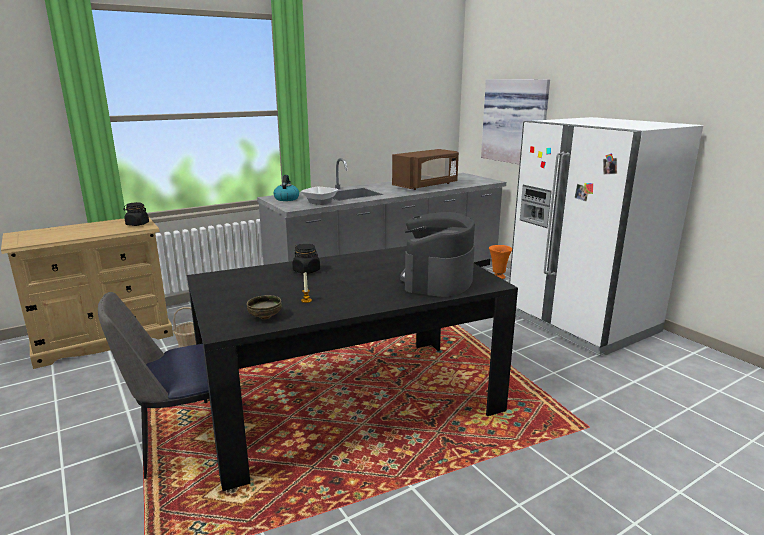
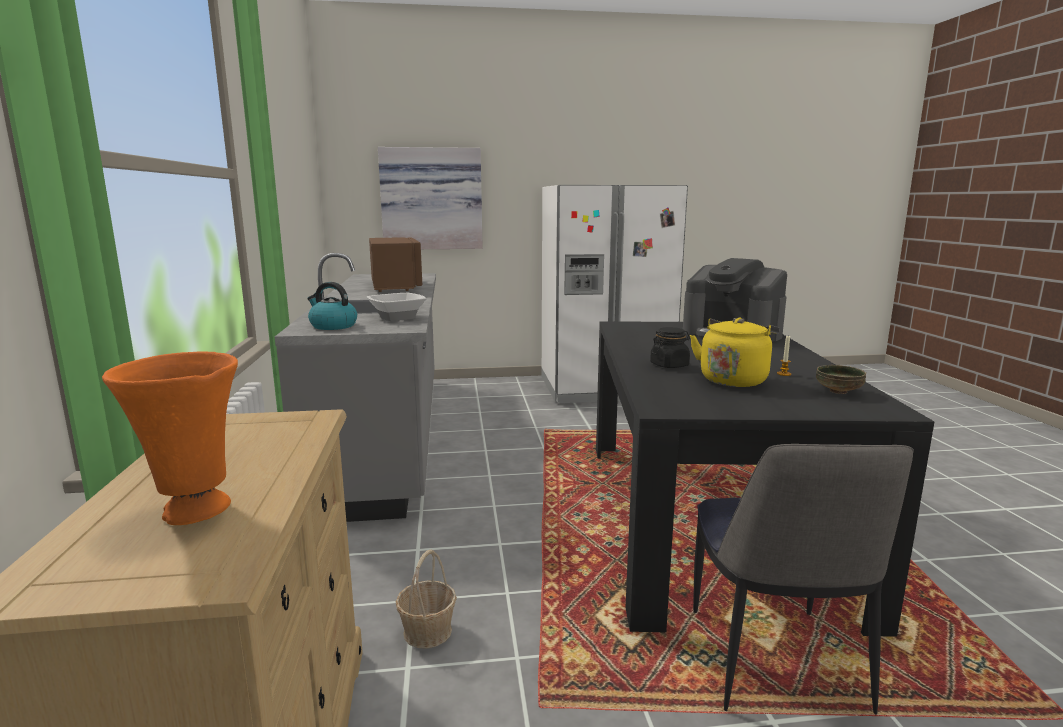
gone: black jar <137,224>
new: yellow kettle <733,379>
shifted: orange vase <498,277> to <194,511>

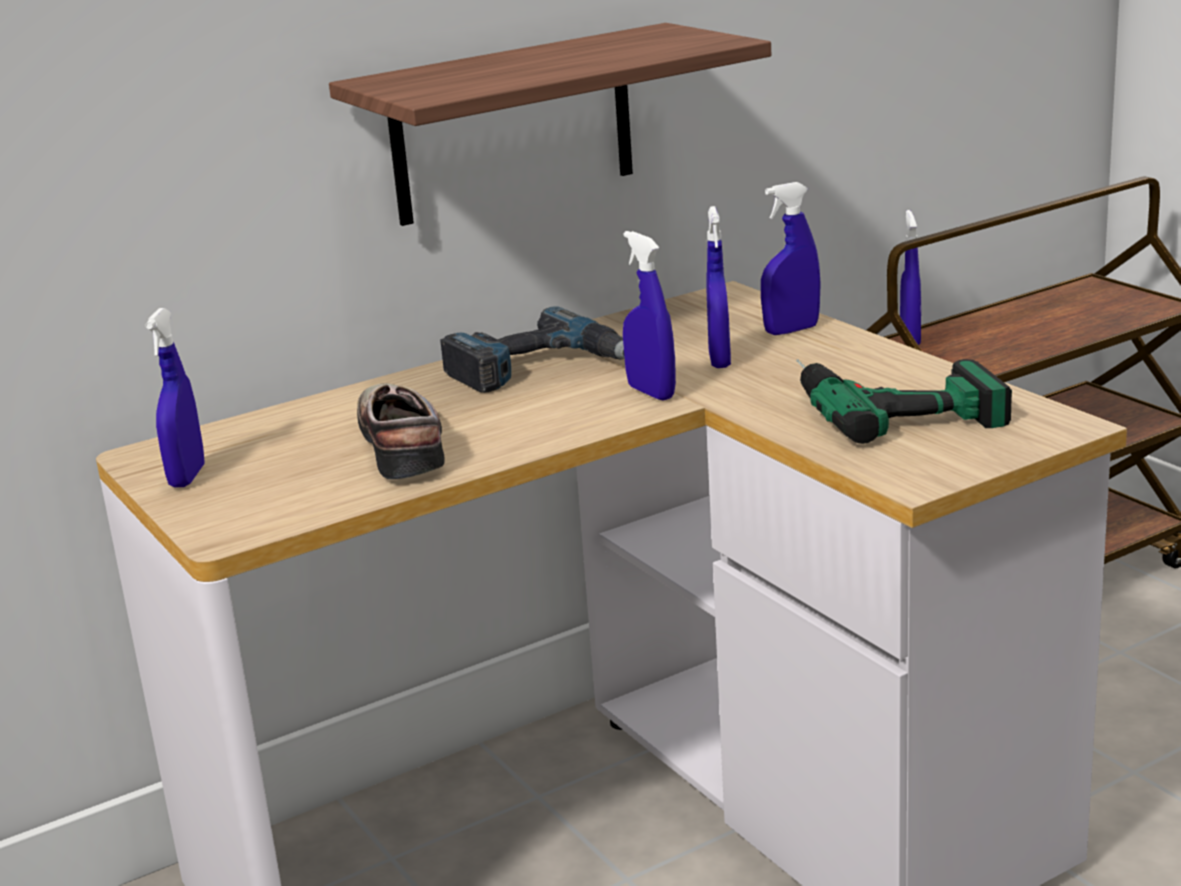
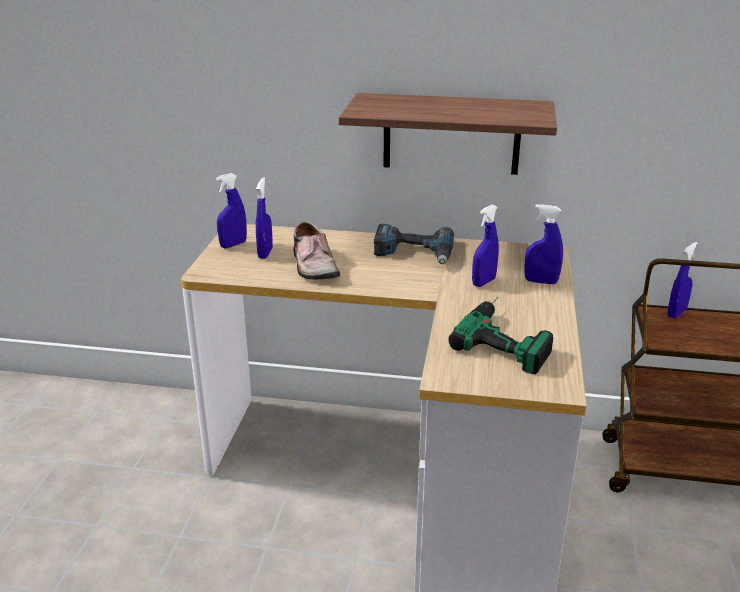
shifted: blue spray bottle <651,392> to <265,253>
rotated: shoe <408,445> = <312,265> 135 degrees clockwise

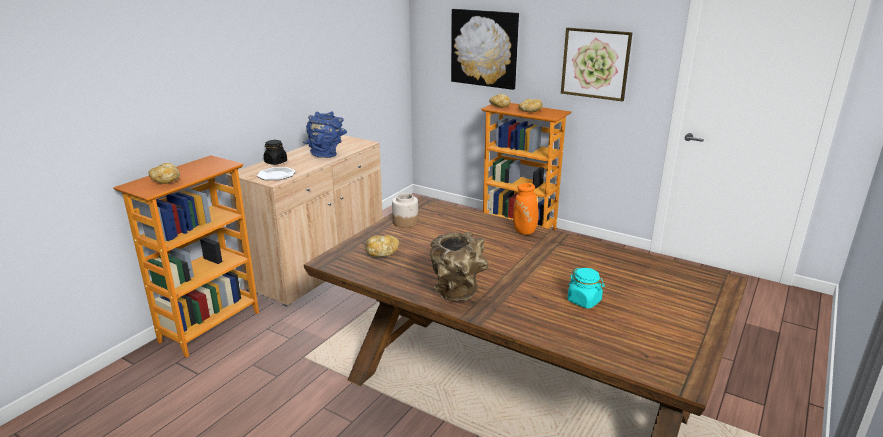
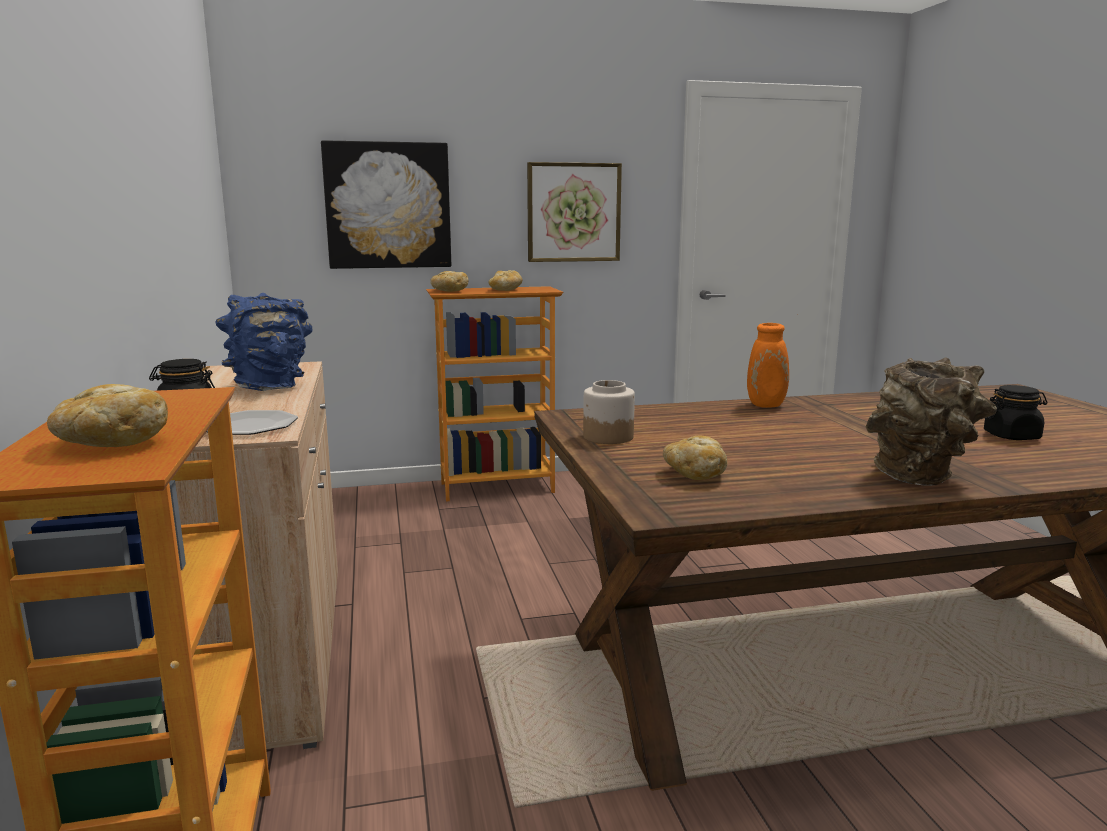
repainted: turquoise jar <584,301> to black jar <1012,436>

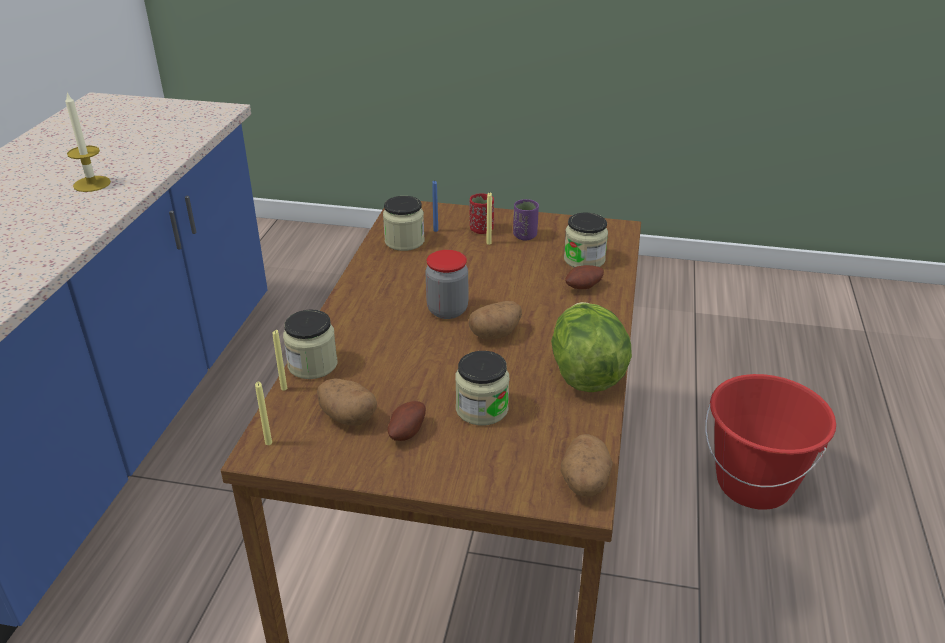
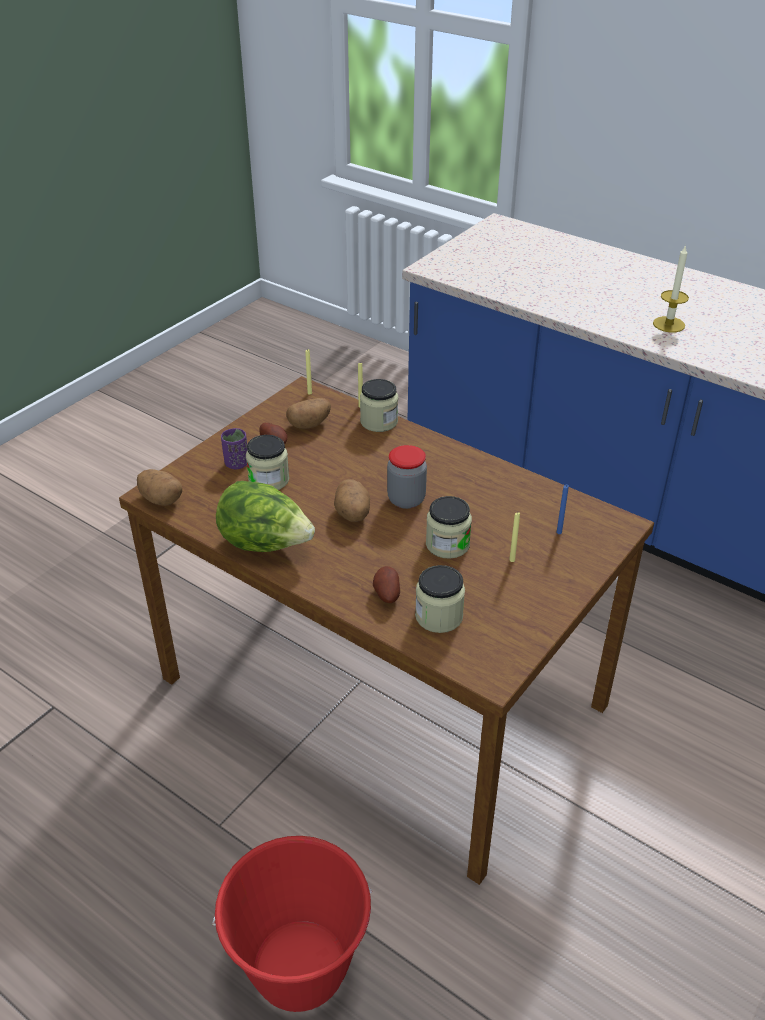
gone: red cup <481,229>
shifted: jar <404,241> to <447,544>; purple cup <525,236> to <236,464>

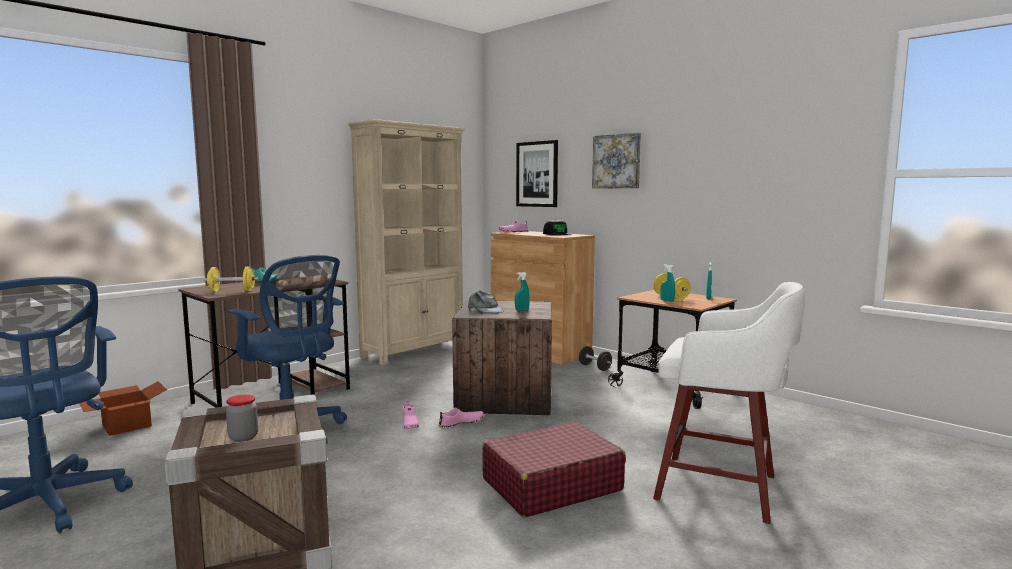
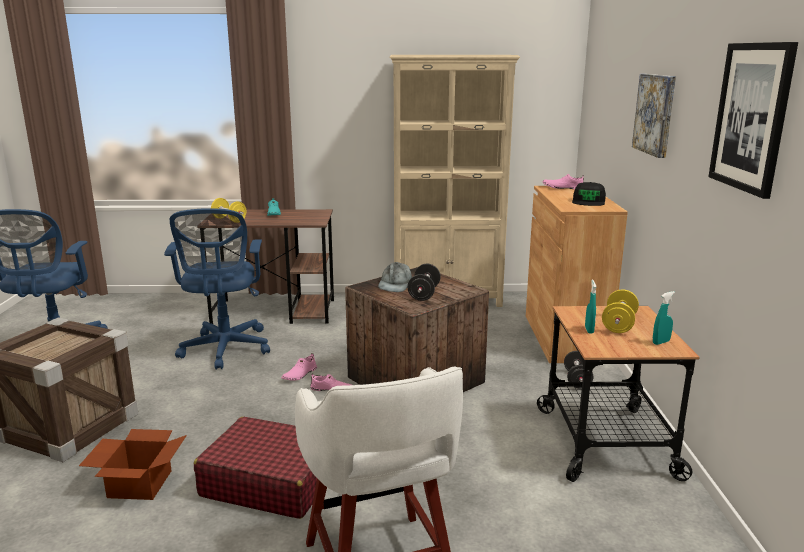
gone: jar <243,437>
shifted: picture <537,174> to <751,117>; cardboard box <125,425> to <139,483>
swapped: turquoise spray bottle <522,310> to black dumbbell <424,294>

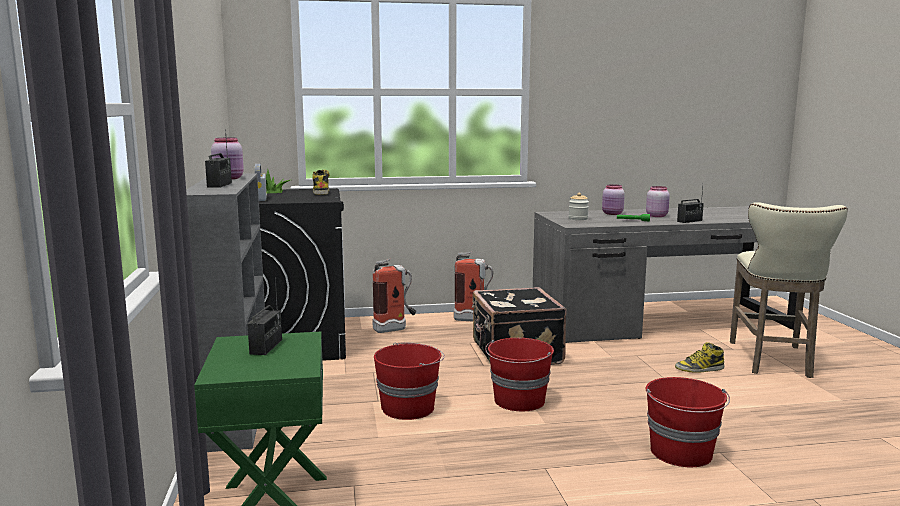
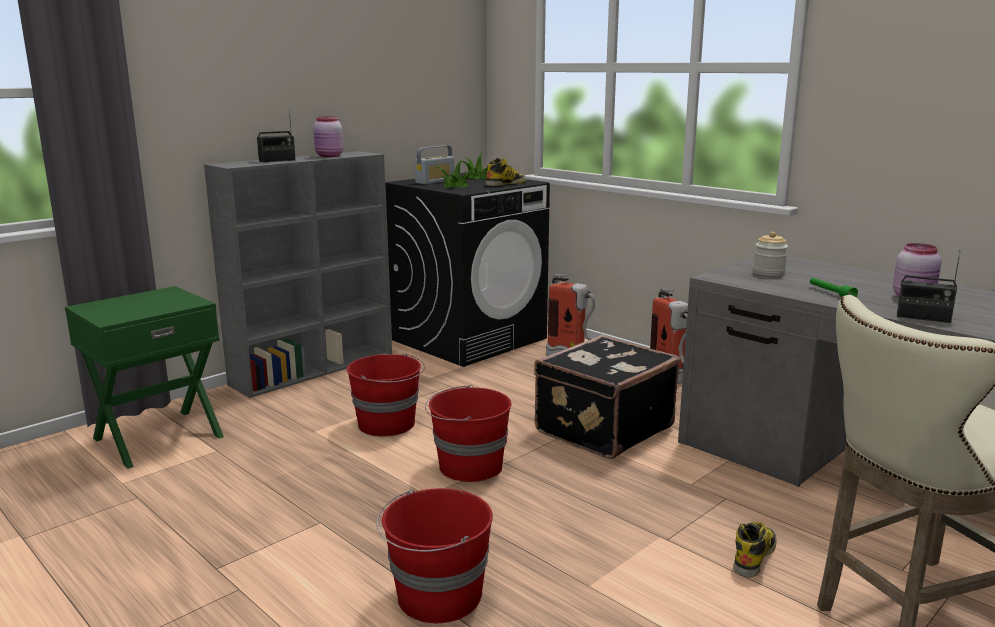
gone: pink jar <612,214>; radio <266,347>
new: potted plant <456,185>
rotated: boot <699,369> = <754,556> 75 degrees clockwise

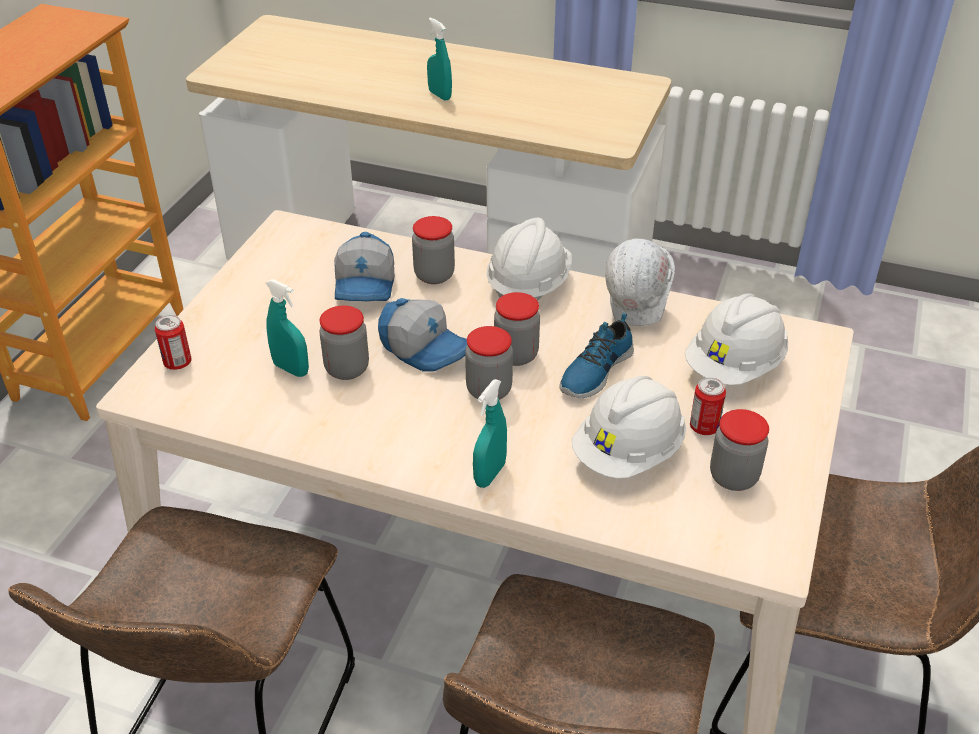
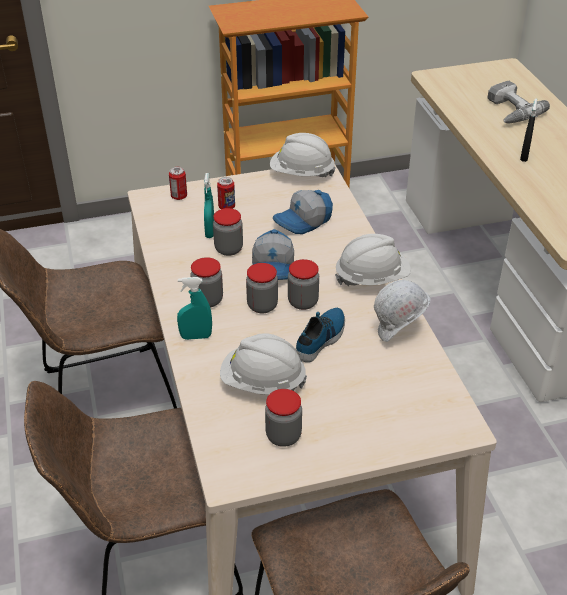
new: power drill <508,111>
shifted: jar <434,275> to <208,300>; white hard hat <734,366> to <301,174>; can <704,427> to <226,207>
repainted: turquoise spray bottle <440,95> to black spray bottle <524,156>
rotated: shoe <594,370> = <321,338> 120 degrees clockwise

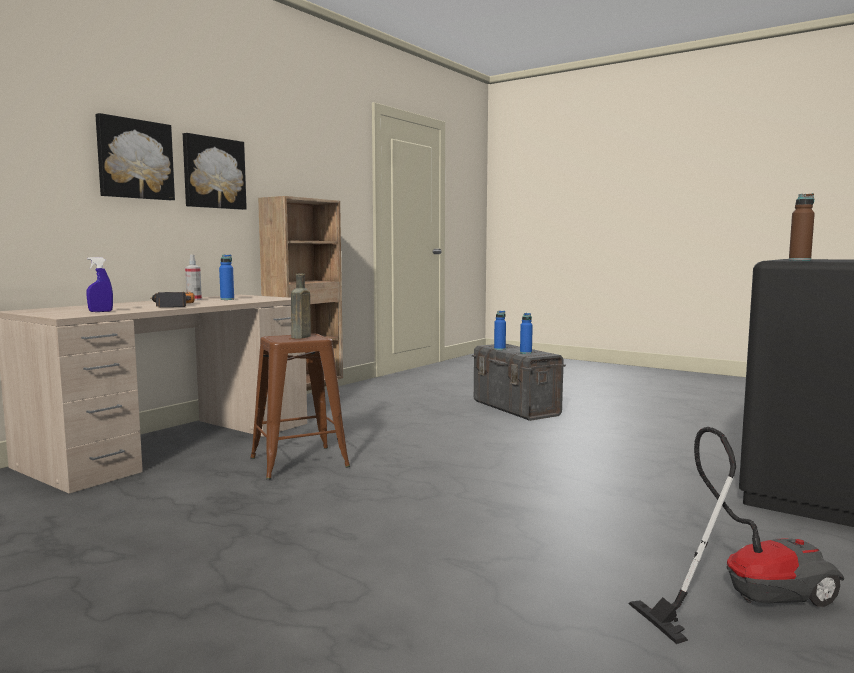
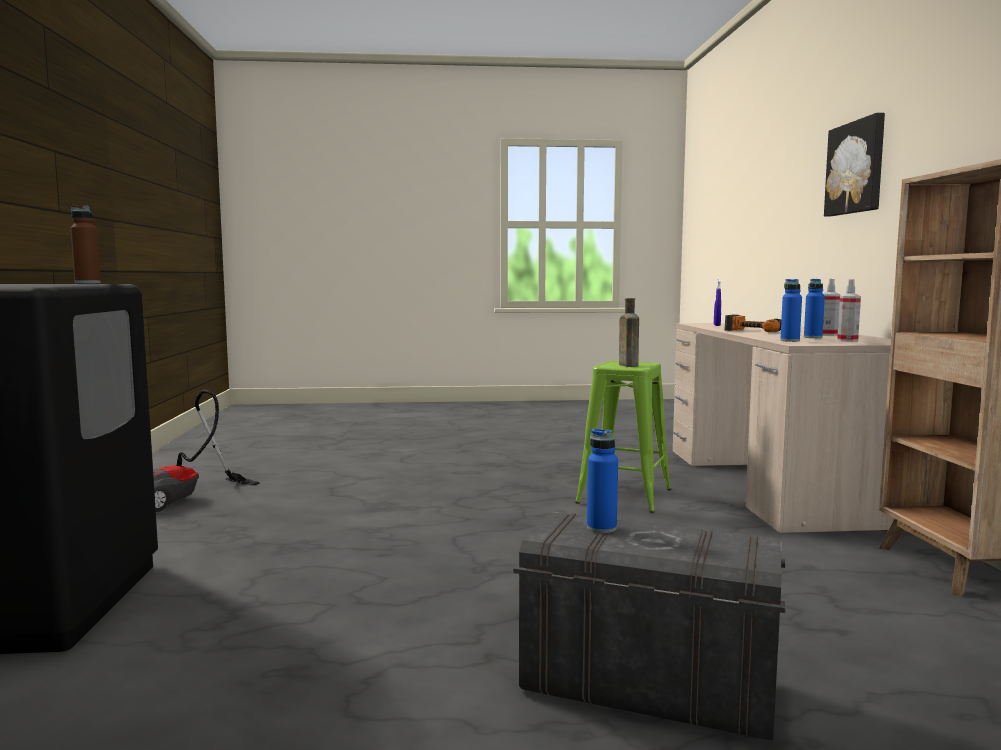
gone: picture <213,173>
new: spray bottle <847,340>
shifted: blue bottle <499,349> to <790,340>
repainted: brown stool <300,462> to green stool <624,496>

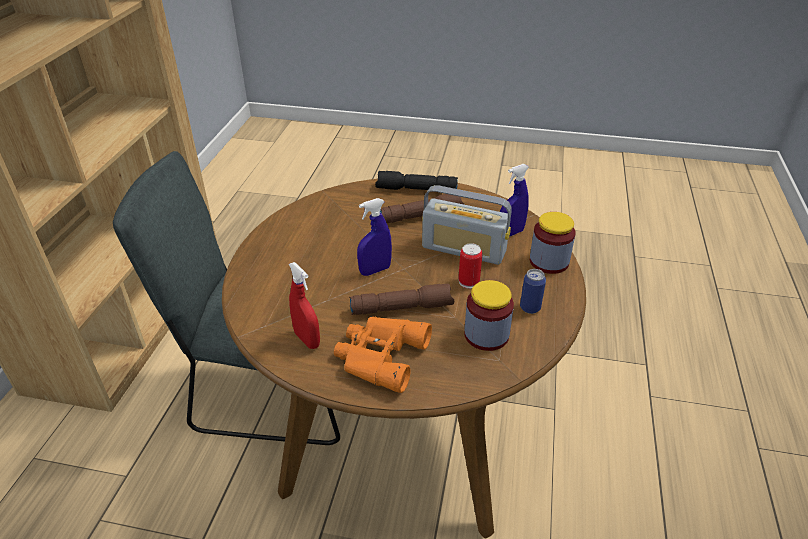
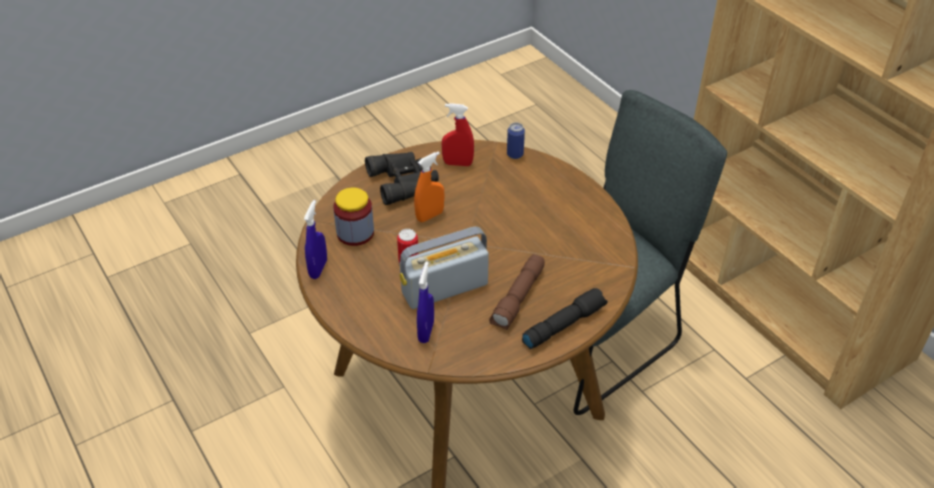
gone: jar <549,262>
shifted: blue spray bottle <375,270> to <318,269>; can <530,307> to <515,154>
swapped: brown flashlight <402,307> to orange spray bottle <430,216>
repainted: orange binoculars <379,356> to black binoculars <404,181>

